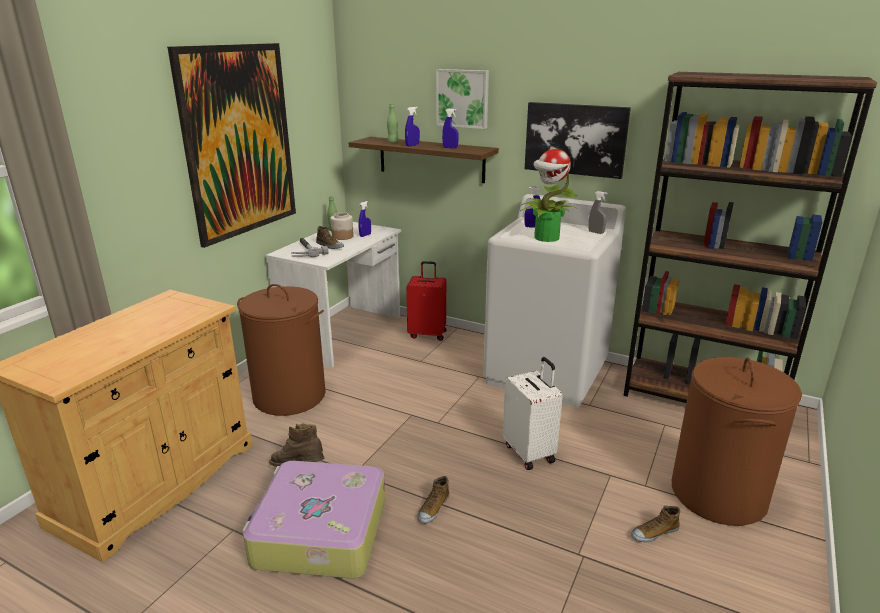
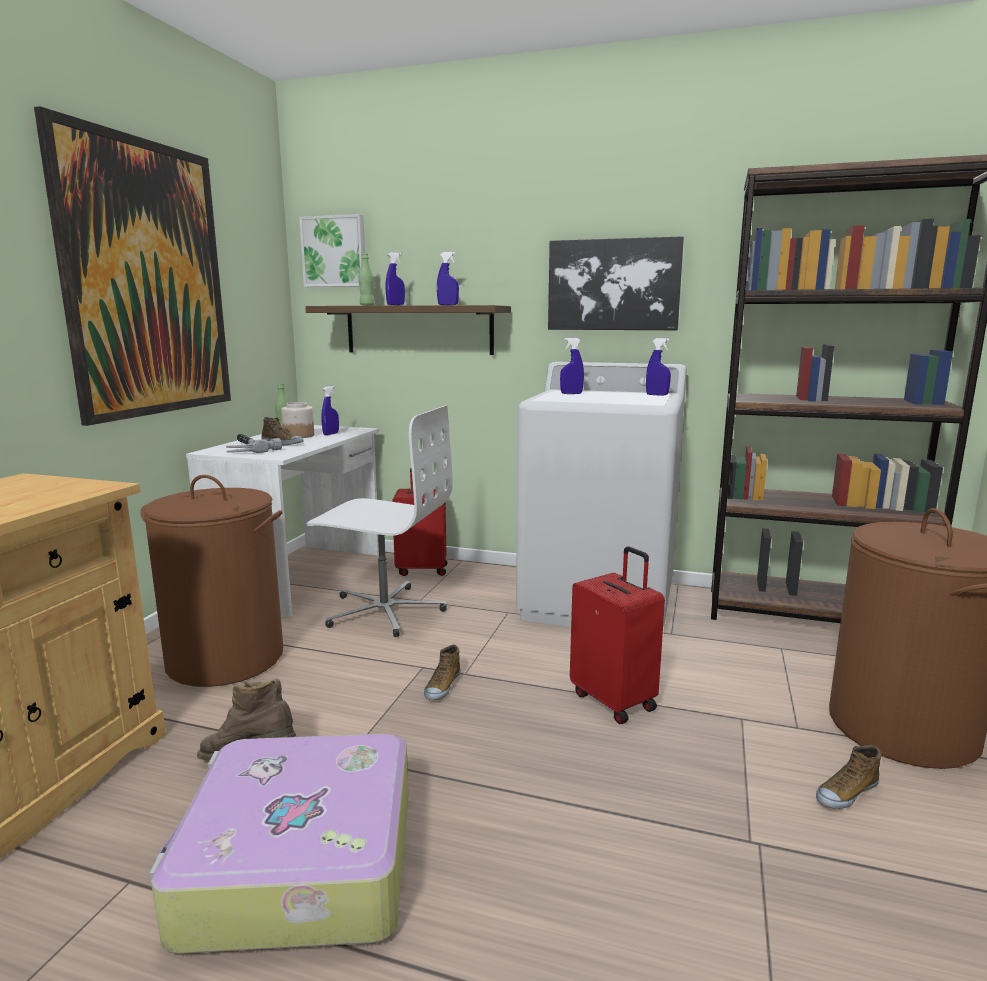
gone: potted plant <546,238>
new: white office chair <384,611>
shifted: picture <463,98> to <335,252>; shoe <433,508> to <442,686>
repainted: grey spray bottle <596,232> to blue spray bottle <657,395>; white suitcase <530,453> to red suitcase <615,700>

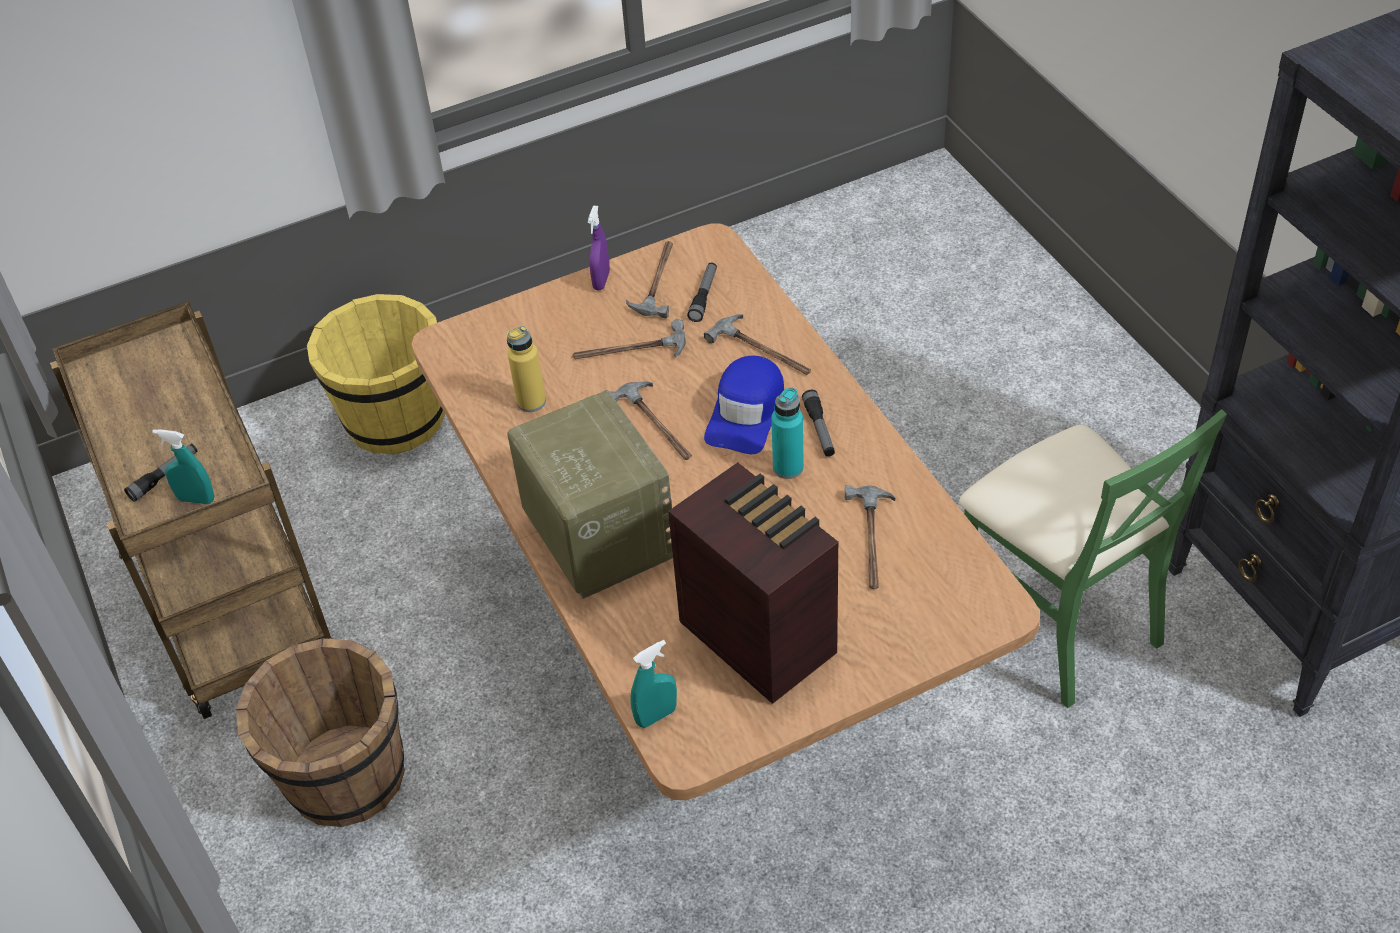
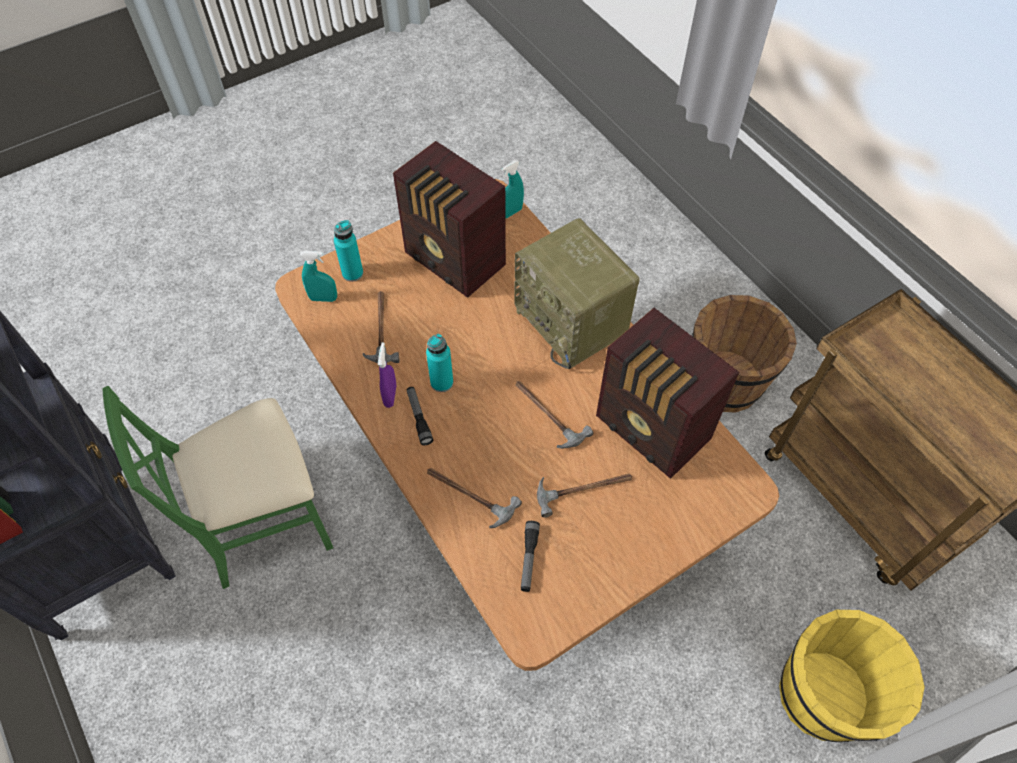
gone: hammer <657,281>; blue cap <746,413>; flashlight <164,476>
new: turquoise bottle <352,273>
shifted: purple spray bottle <601,280> to <390,396>; turquoise spray bottle <196,499> to <323,298>
swapped: yellow bottle <531,402> to radio <653,431>
rotated: green chair <1059,622> = <266,524> 75 degrees counterclockwise

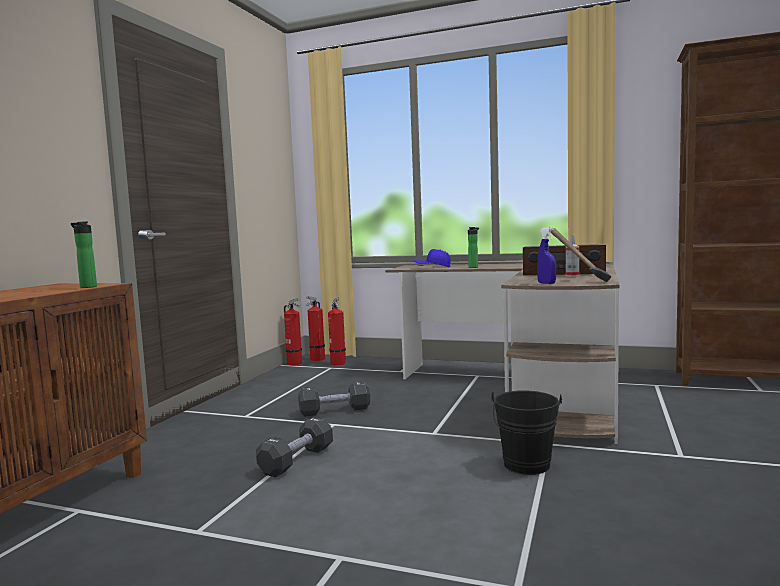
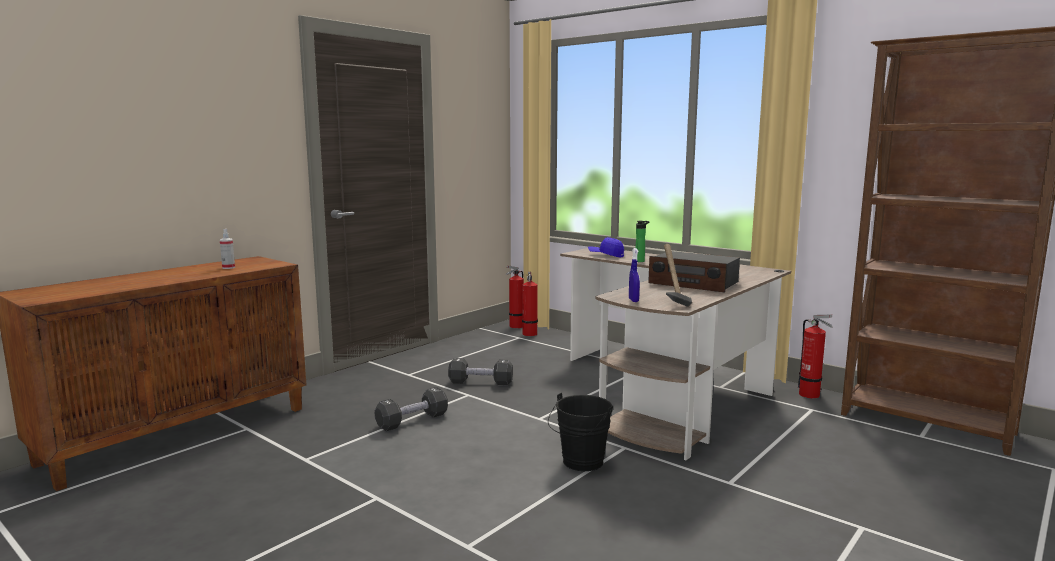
gone: bottle <87,287>
shifted: spray bottle <572,276> to <228,267>; fire extinguisher <296,363> to <811,395>

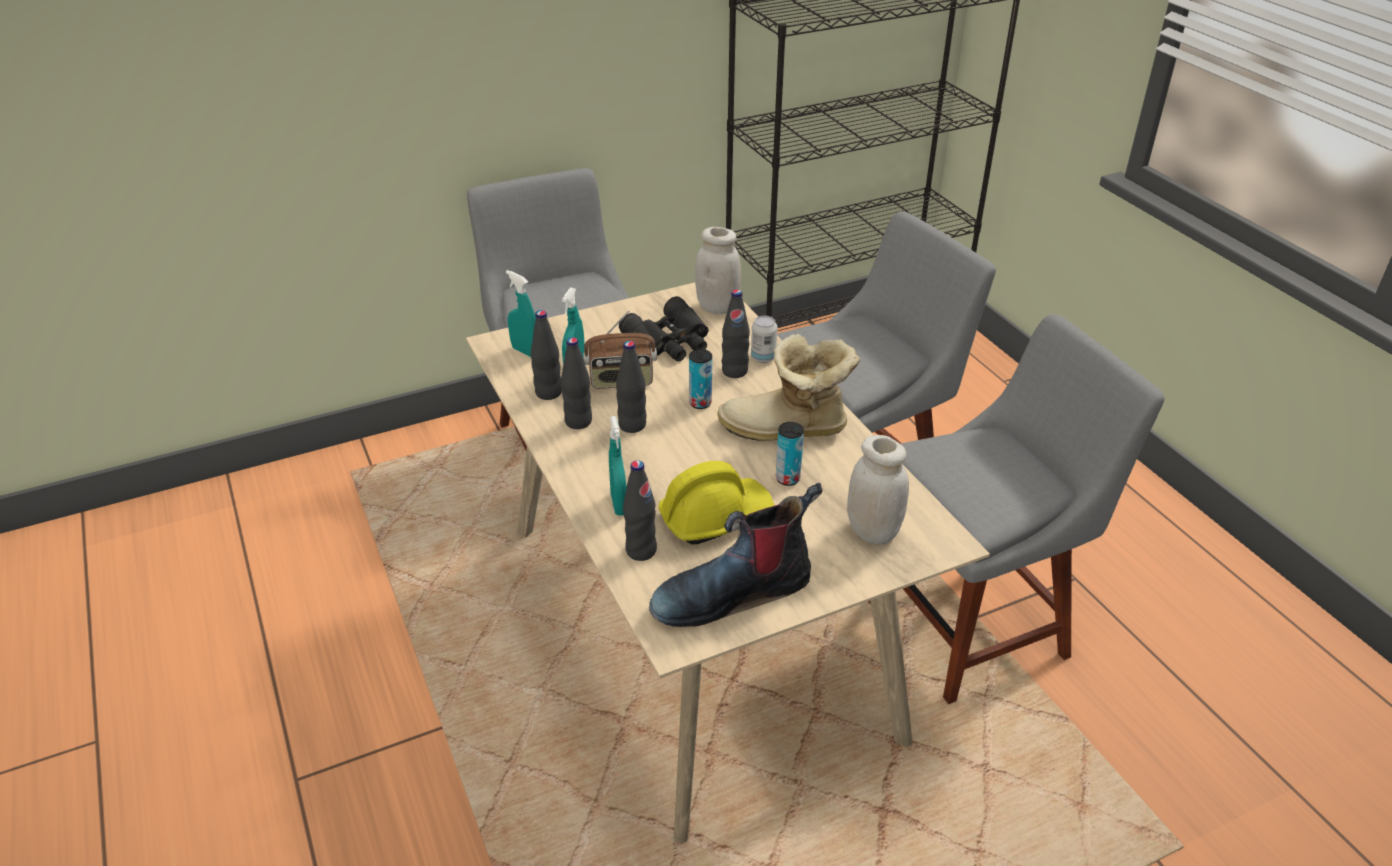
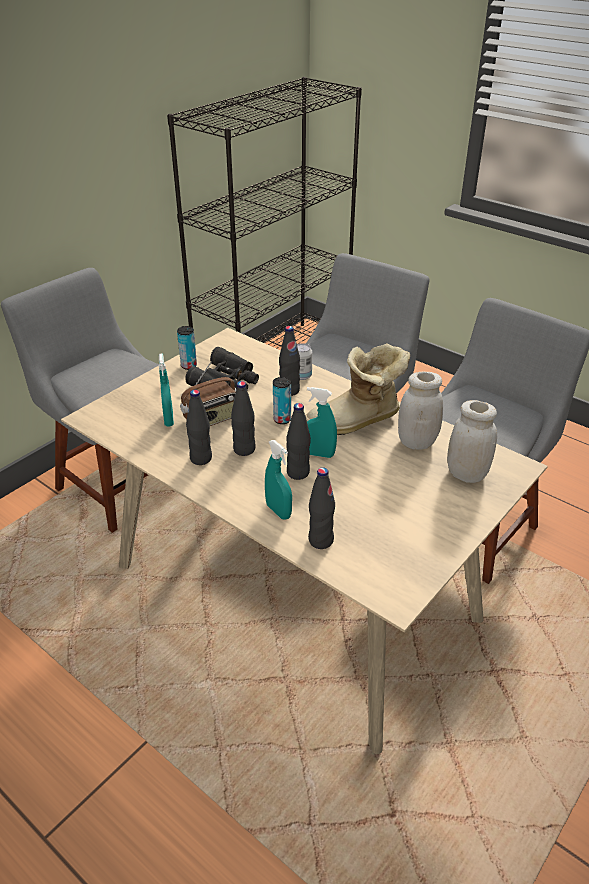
gone: yellow hard hat <715,517>; boot <732,592>
shifted: white jar <717,307> to <417,442>; turquoise spray bottle <526,352> to <318,454>; black bottle <548,393> to <298,473>; can <787,478> to <189,366>

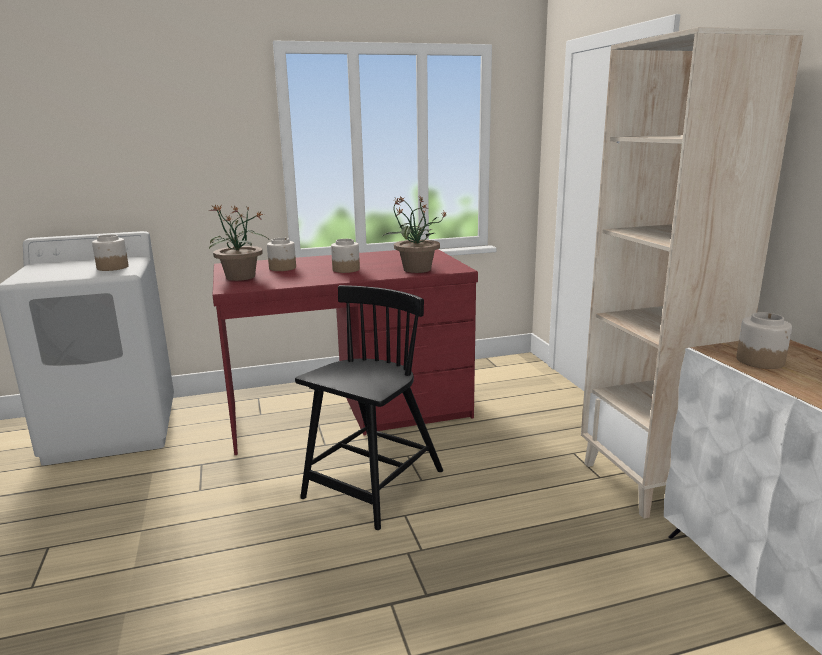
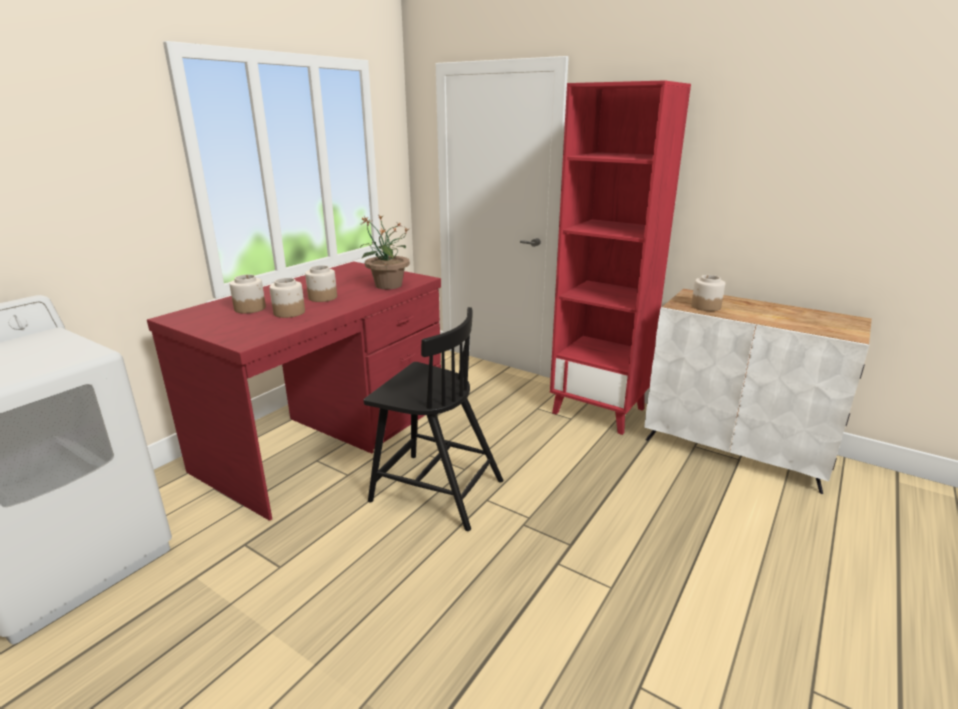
gone: potted plant <241,277>
shifted: jar <112,267> to <289,312>
repainted: beige bookcase <649,482> to red bookcase <599,410>
rotated: black chair <373,486> = <435,490> 120 degrees clockwise

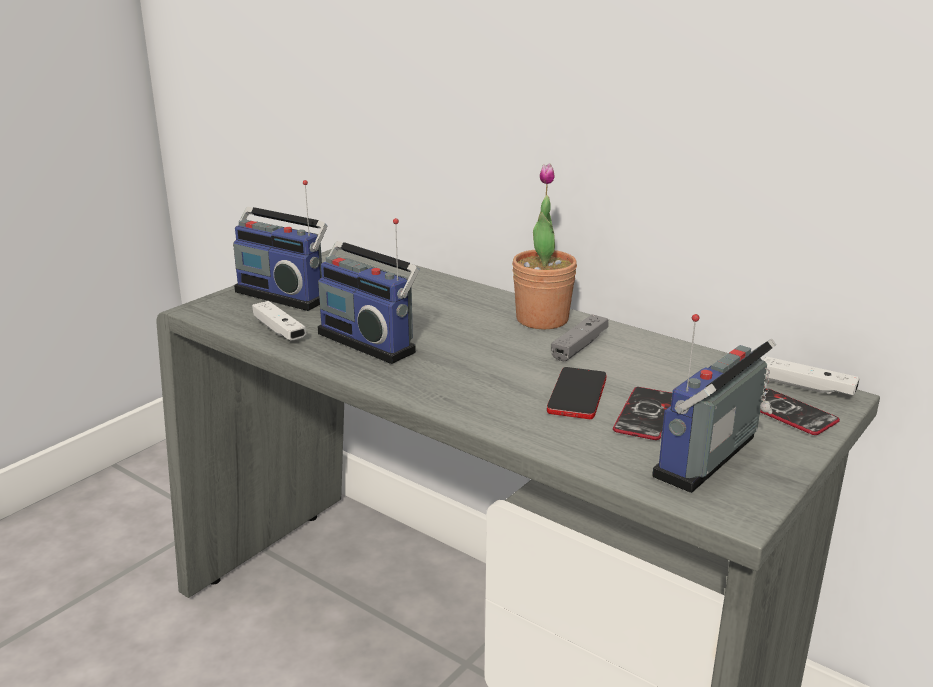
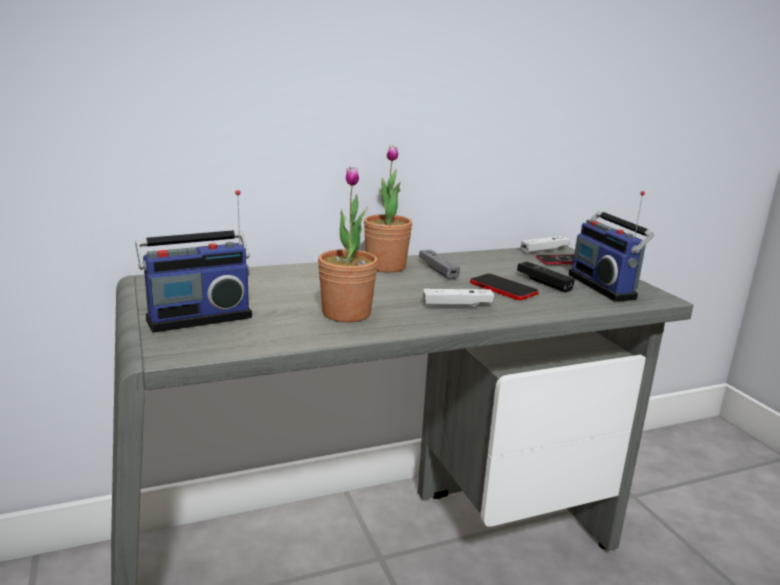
shifted: white game controller <279,330> to <457,305>
swapped: radio <370,341> to potted plant <346,313>; phone <646,415> to black game controller <543,283>

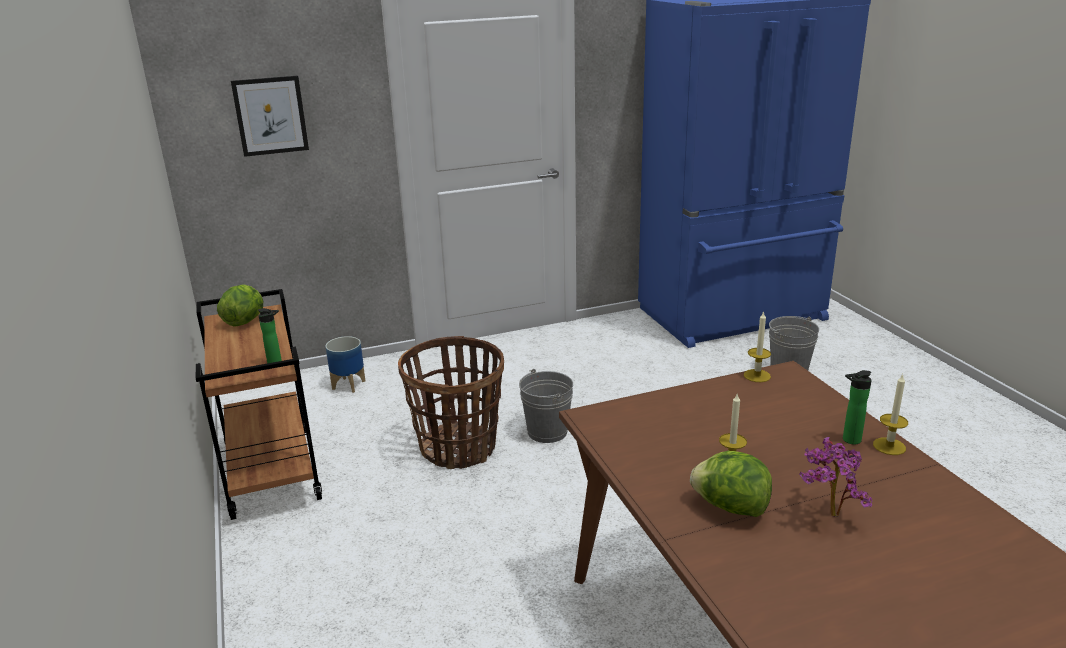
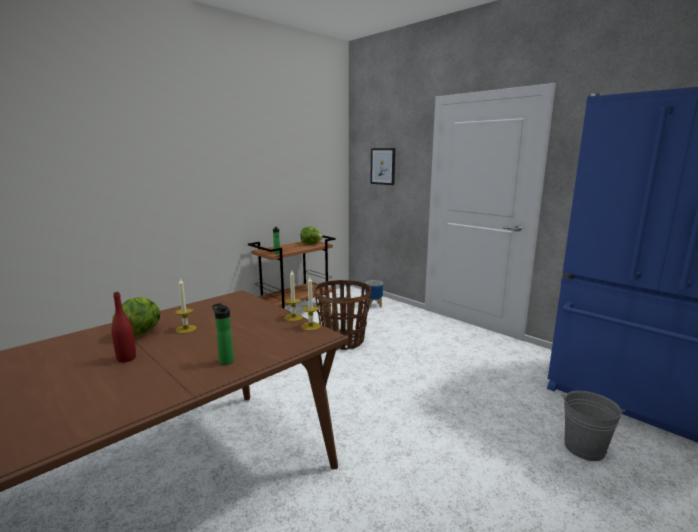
gone: grey bucket <547,432>
shifted: candle <889,446> to <293,317>
swapped: potted plant <827,516> to red bottle <126,358>

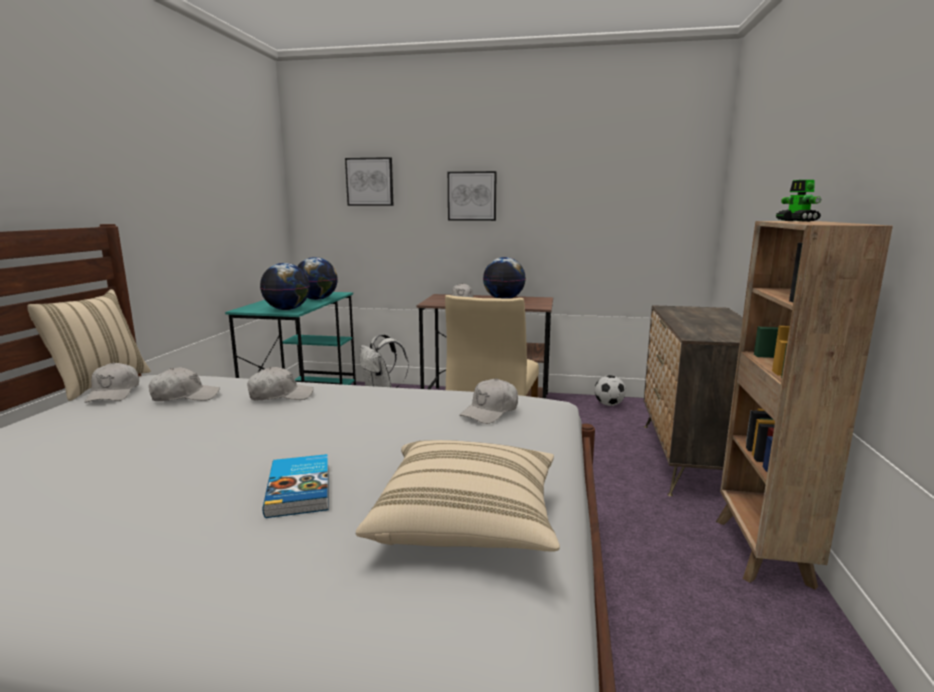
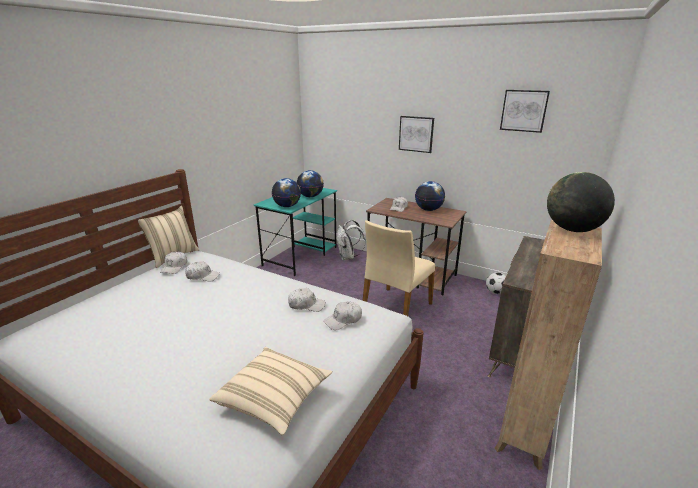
gone: book <301,489>
shifted: picture <370,182> to <524,110>; white cap <280,396> to <306,305>
swapped: toy robot <797,221> to globe <572,230>

